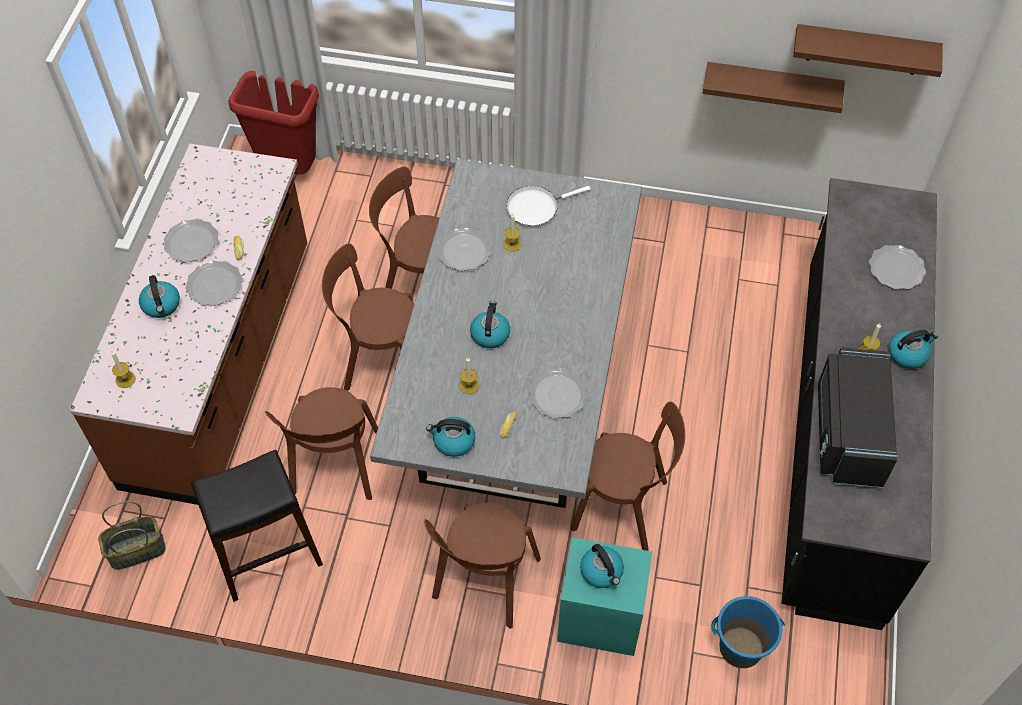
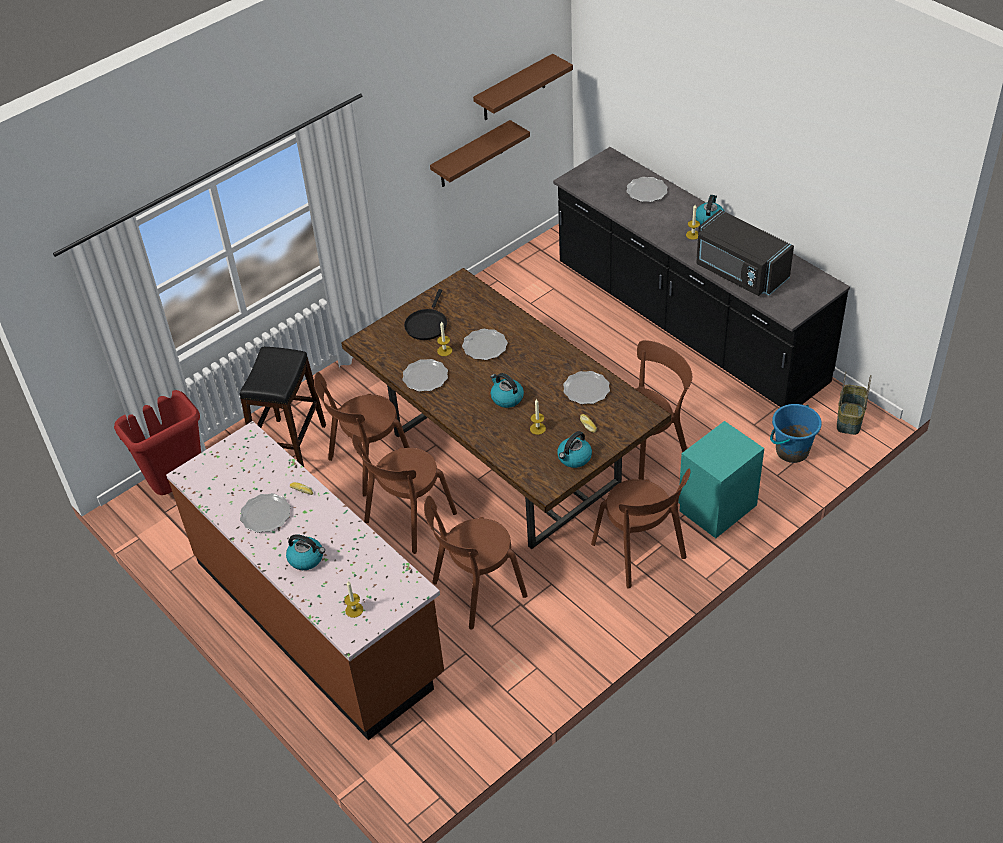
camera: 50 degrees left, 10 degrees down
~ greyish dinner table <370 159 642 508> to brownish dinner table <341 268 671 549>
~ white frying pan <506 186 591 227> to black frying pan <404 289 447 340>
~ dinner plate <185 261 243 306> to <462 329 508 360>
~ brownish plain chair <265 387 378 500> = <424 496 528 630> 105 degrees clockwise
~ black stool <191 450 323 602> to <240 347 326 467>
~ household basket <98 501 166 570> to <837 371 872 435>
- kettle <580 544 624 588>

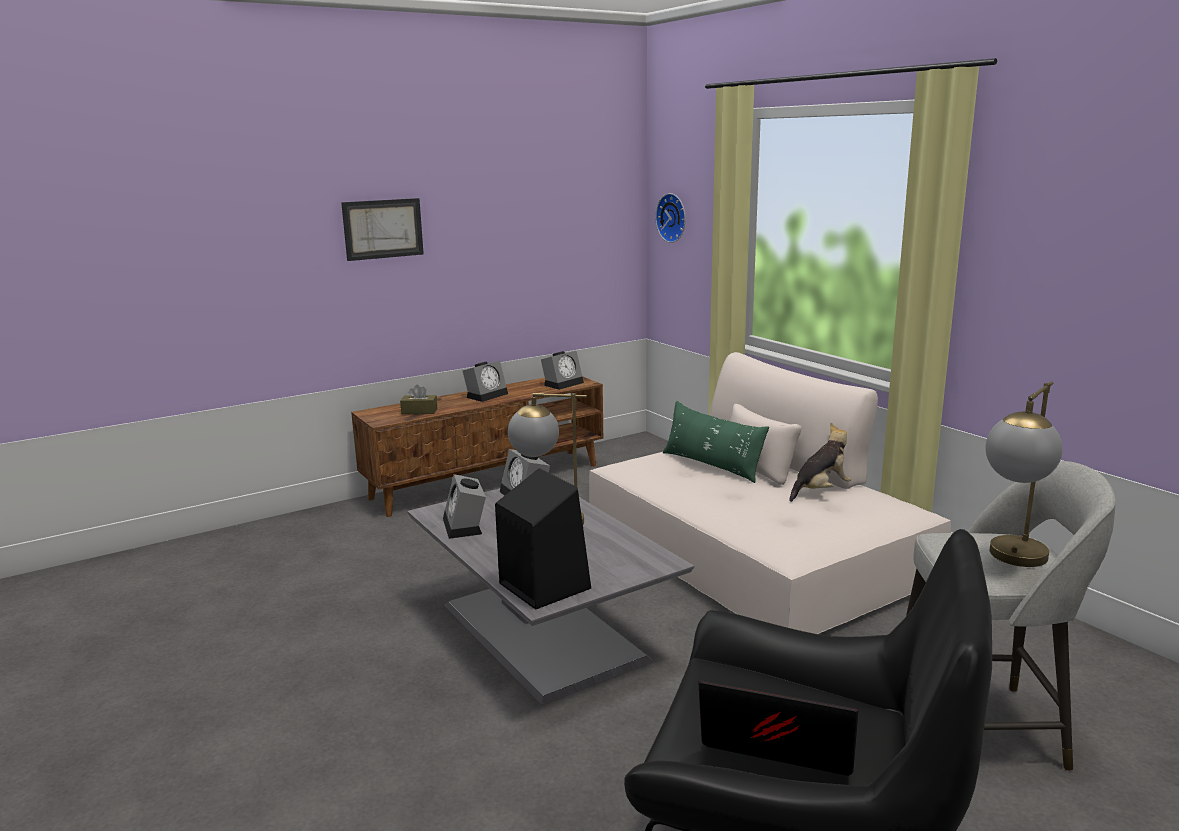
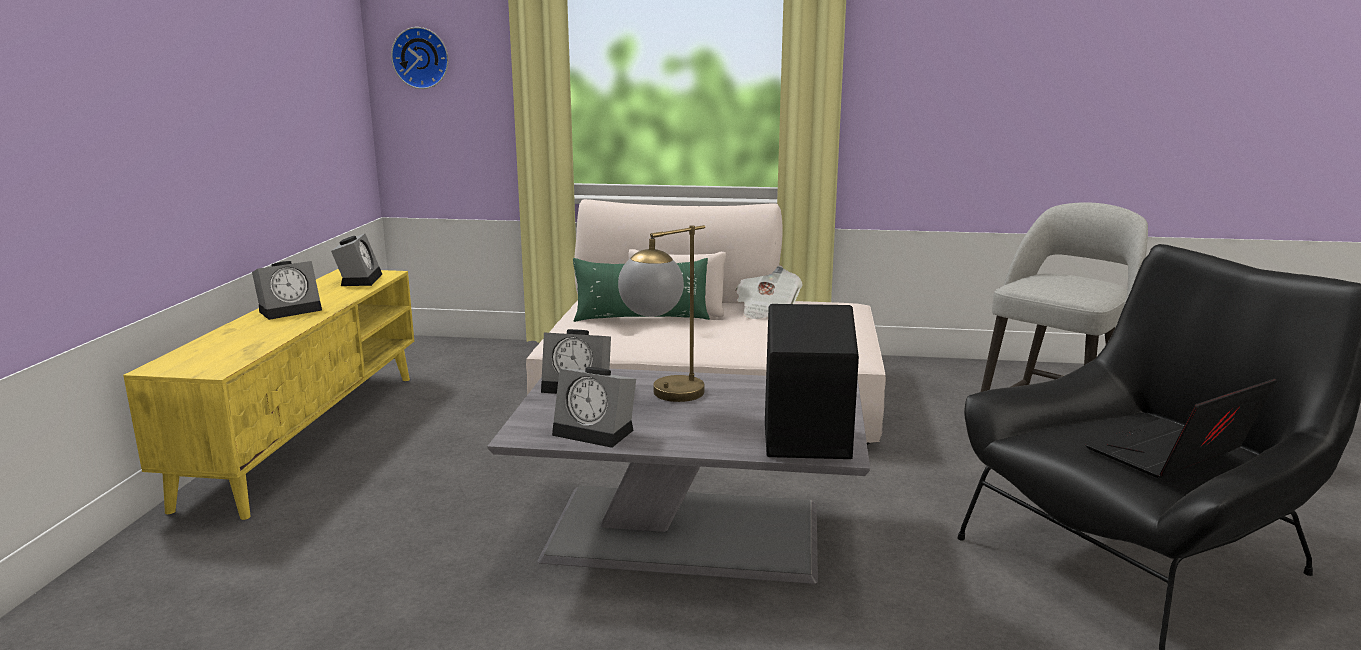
camera: 50 degrees left, 0 degrees up
- wall art <341 198 424 261>
~ table clock <463 361 508 402> = <252 261 322 320> 60 degrees clockwise
~ brownish tv stand <351 376 603 517> to yellow tv stand <123 269 414 520>
- lamp for a table <986 381 1062 567>
- brownish tissue box <400 385 437 414>
~ soft toy <789 423 851 502> to newspaper <736 265 803 319>

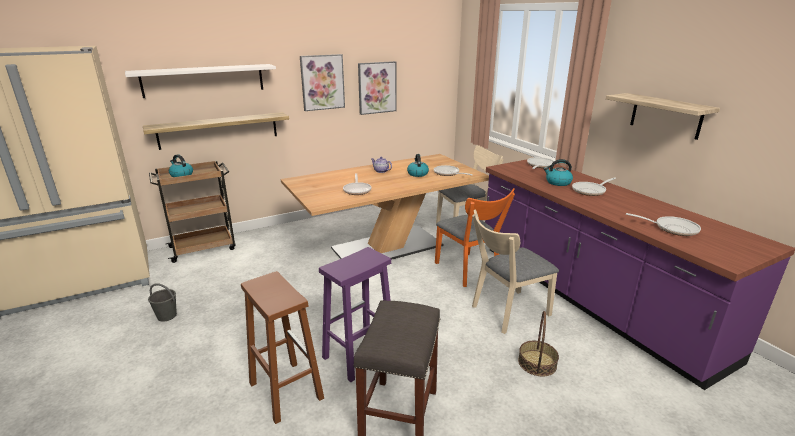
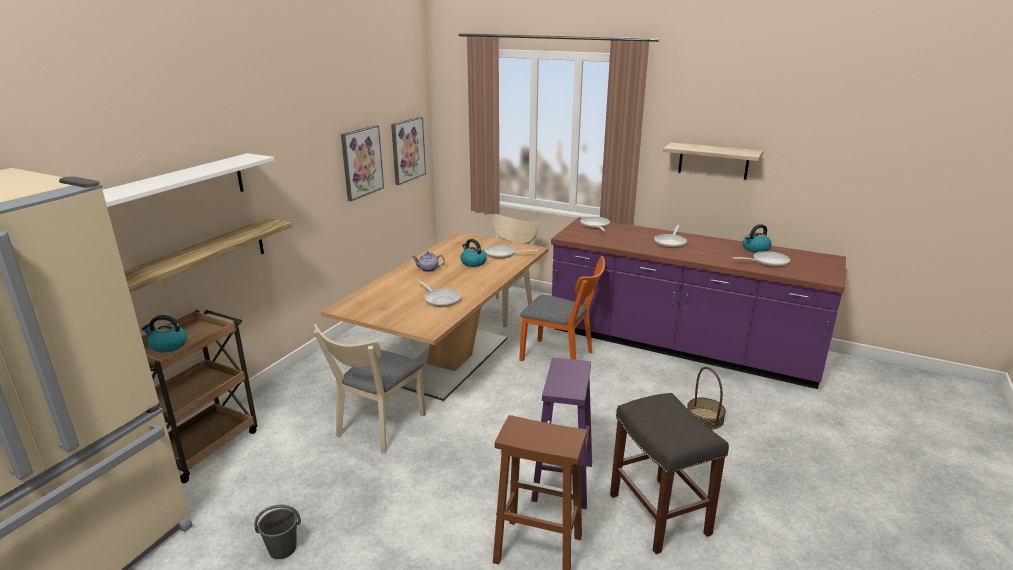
camera: 35 degrees left, 0 degrees up
~ wall art <300 54 345 111> to <391 117 426 185>
~ kettle <544 159 573 186> to <743 224 771 253>
~ beige plain chair <472 209 559 334> to <314 324 426 454>

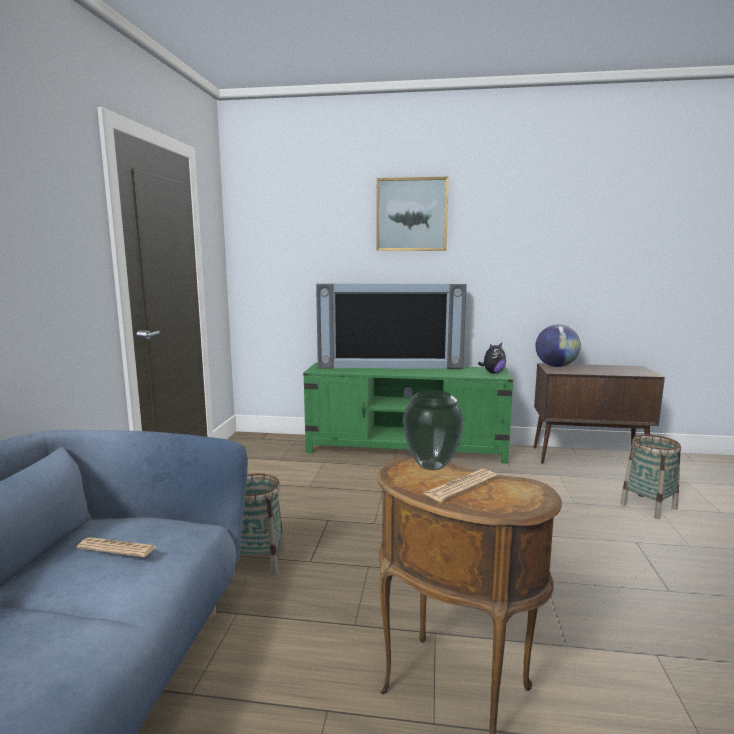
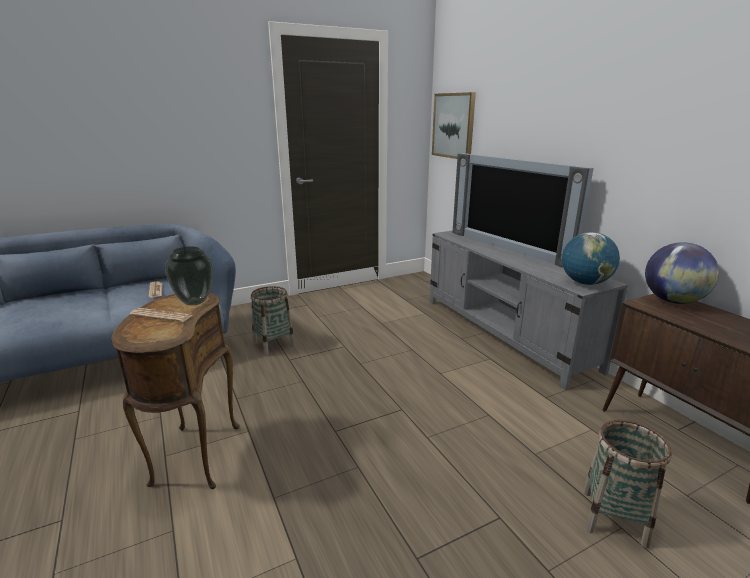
camera: 55 degrees right, 10 degrees up
~ wall art <376 176 449 251> to <432 92 476 159>
~ soft toy <478 343 506 374> to world globe <562 232 620 285>
~ green-coloured tv stand <303 362 513 464> to greyish tv stand <430 231 628 390>

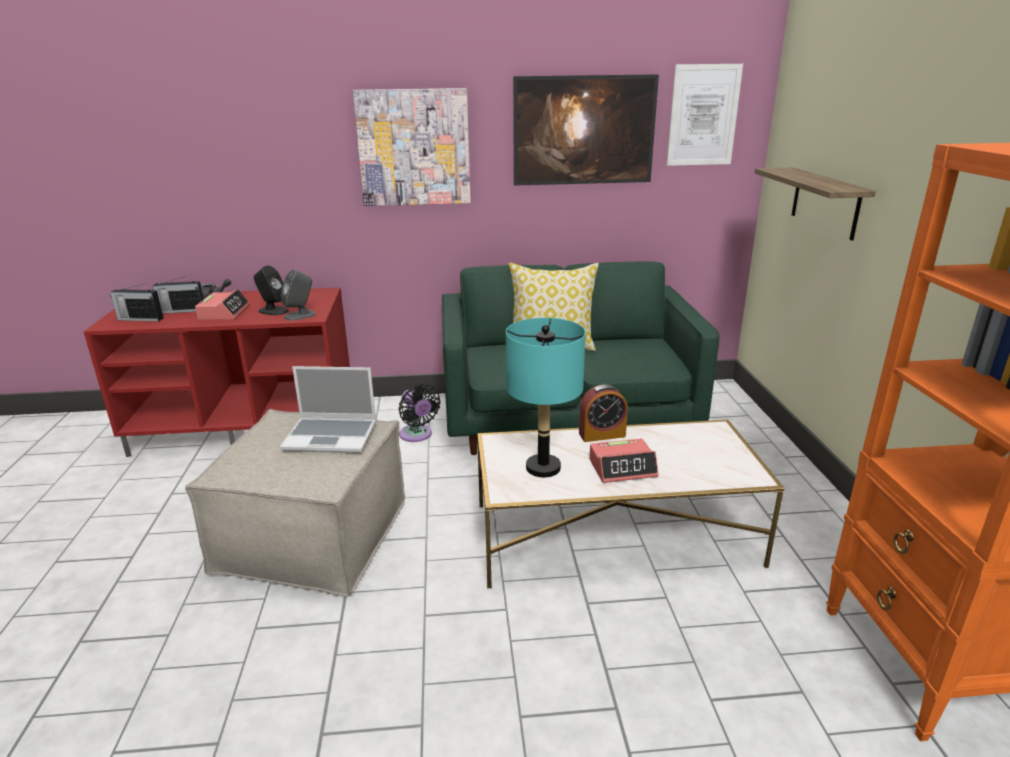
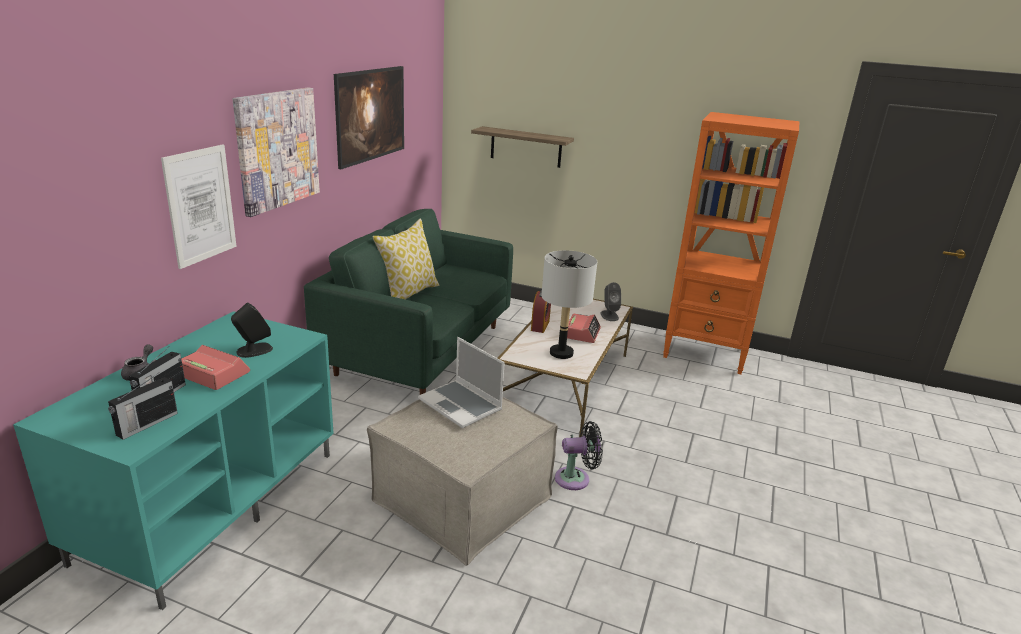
camera: 65 degrees left, 0 degrees up
~ wall art <667 64 743 166> to <161 144 237 269>
~ greyish speaker <281 269 316 321> to <600 282 621 321>
~ reddish tv stand <84 287 350 457> to blue-green tv stand <13 311 334 610>
~ blue-green lamp for a table <506 318 586 477> to greyish lamp for a table <541 250 597 359>
~ portable computer <280 366 377 453> = <418 337 505 428> 105 degrees clockwise
~ black fan <399 384 441 442> to <555 421 603 490>

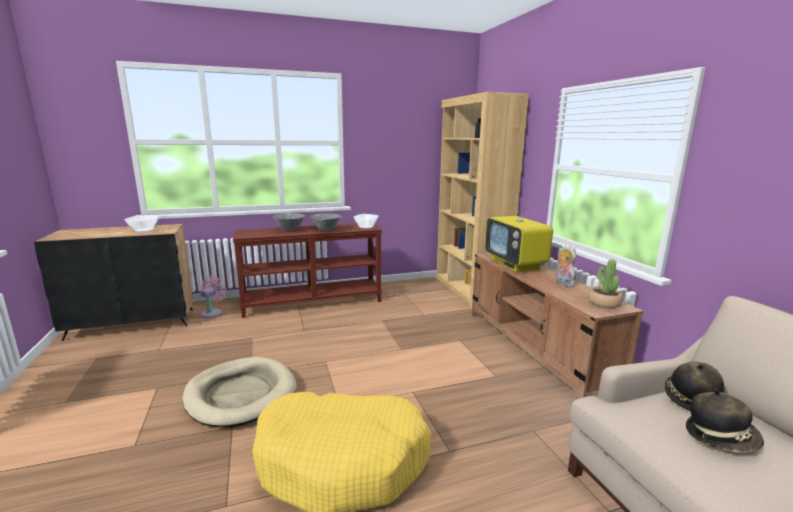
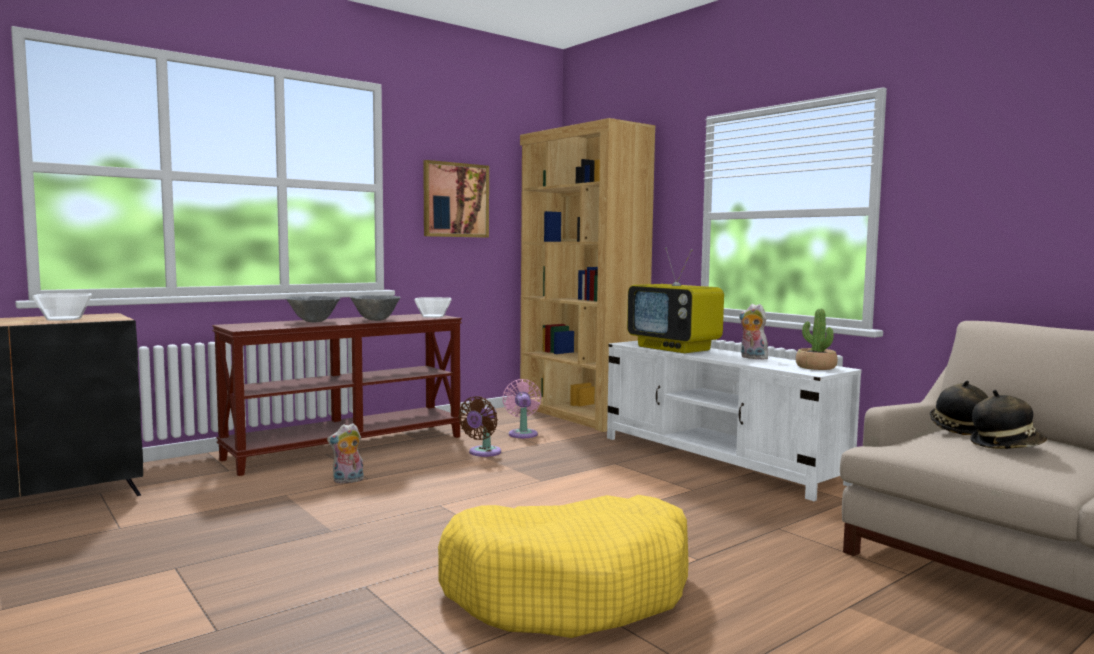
camera: 20 degrees left, 10 degrees down
~ brownish tv stand <472 253 643 400> to white tv stand <607 341 861 501>
~ pinkish fan <200 276 226 318> to <503 379 542 438>
- beige dog cushion <182 357 297 427>
+ wall art <423 160 489 238>
+ brownish fan <458 396 501 457>
+ soft toy <327 423 364 484>

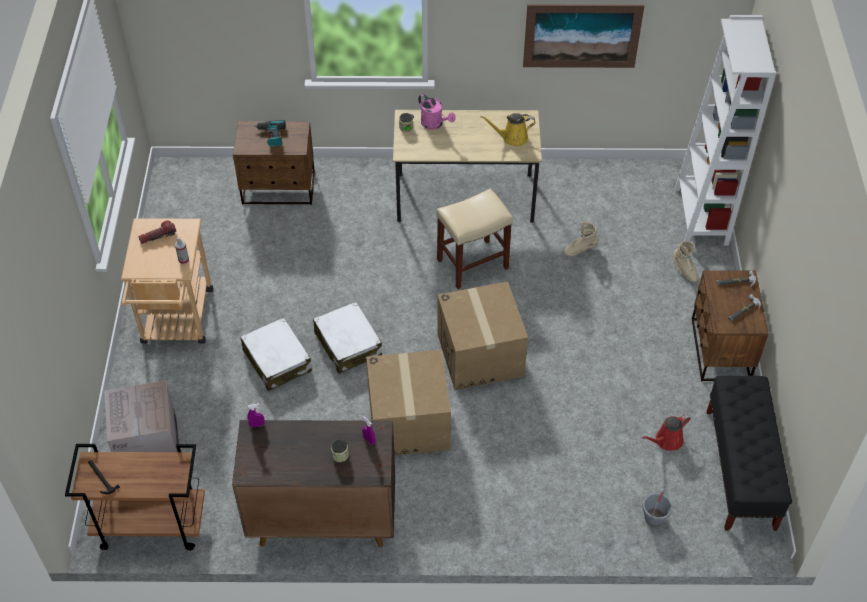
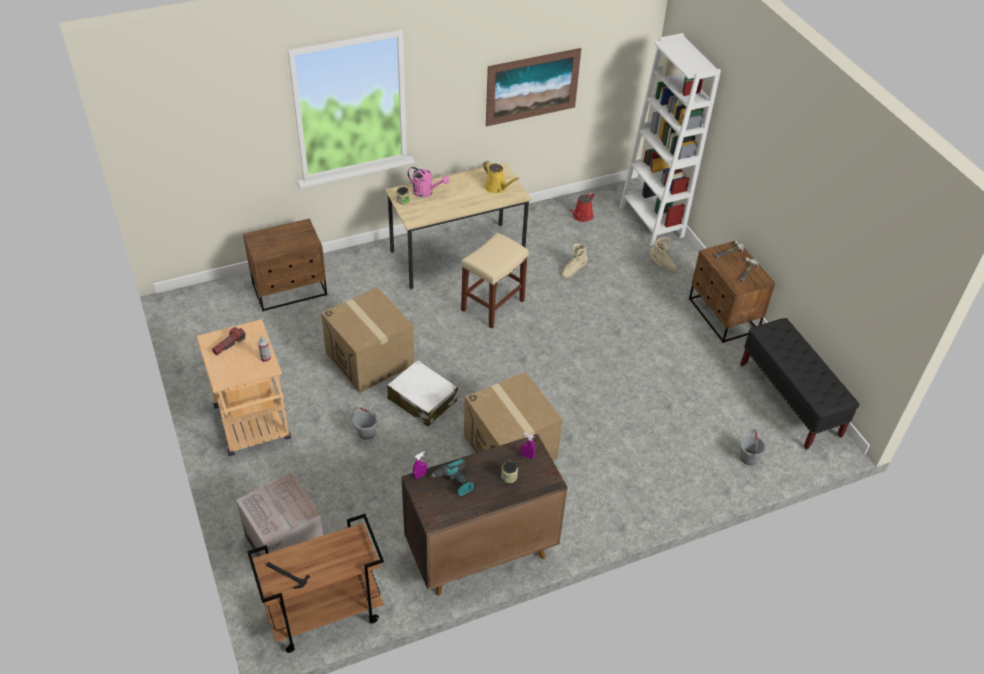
camera: 25 degrees left, 5 degrees down
~ yellow watering pot <480 113 535 146> = <483 161 519 193> 105 degrees counterclockwise
~ power drill <254 120 286 147> to <430 458 474 496>
~ packing box <437 281 528 390> to <321 287 414 393>
~ white travel case <240 317 312 391> to greyish pail <353 407 379 439>
~ reddish watering pot <642 414 690 451> to <569 192 594 222>

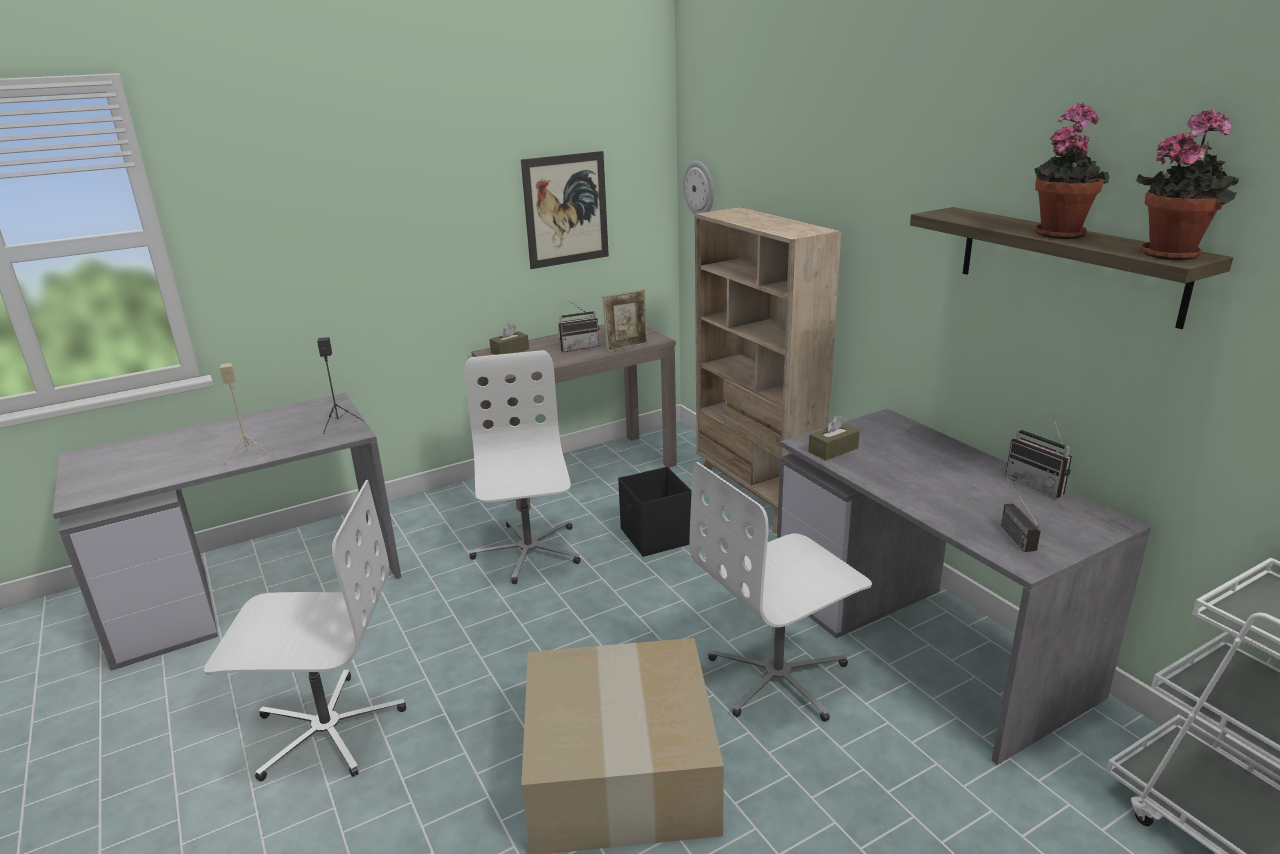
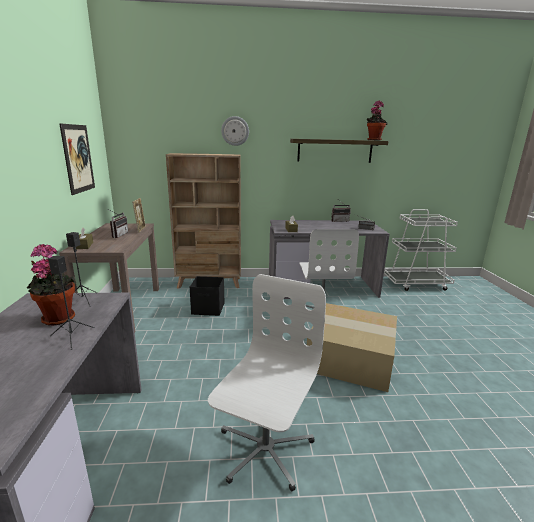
camera: 65 degrees left, 5 degrees down
~ potted plant <1035 103 1109 239> to <26 244 77 326>
~ hanging clock <683 161 714 214> to <221 116 249 146>
- white desk chair <464 350 581 584>
~ beige speaker <219 363 273 465> to black speaker <48 256 95 350>

